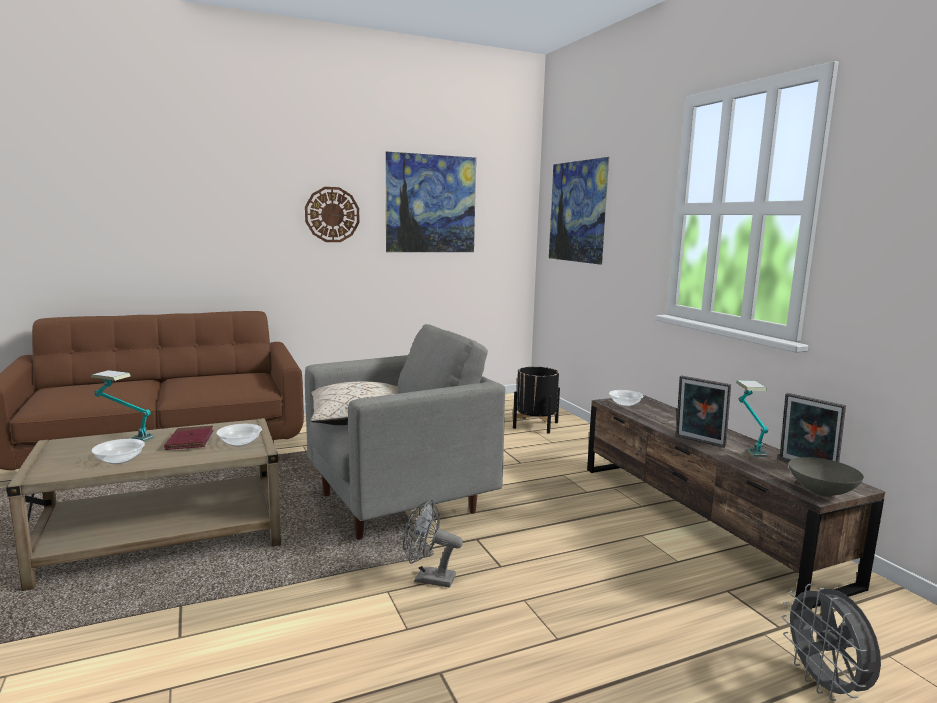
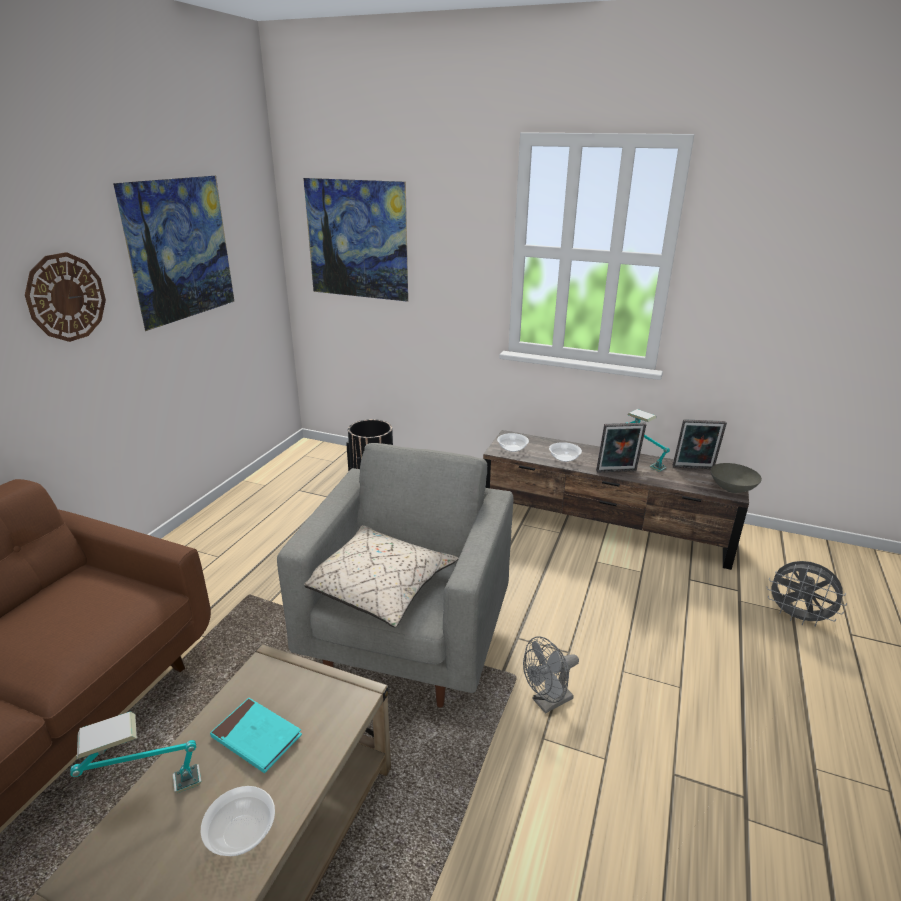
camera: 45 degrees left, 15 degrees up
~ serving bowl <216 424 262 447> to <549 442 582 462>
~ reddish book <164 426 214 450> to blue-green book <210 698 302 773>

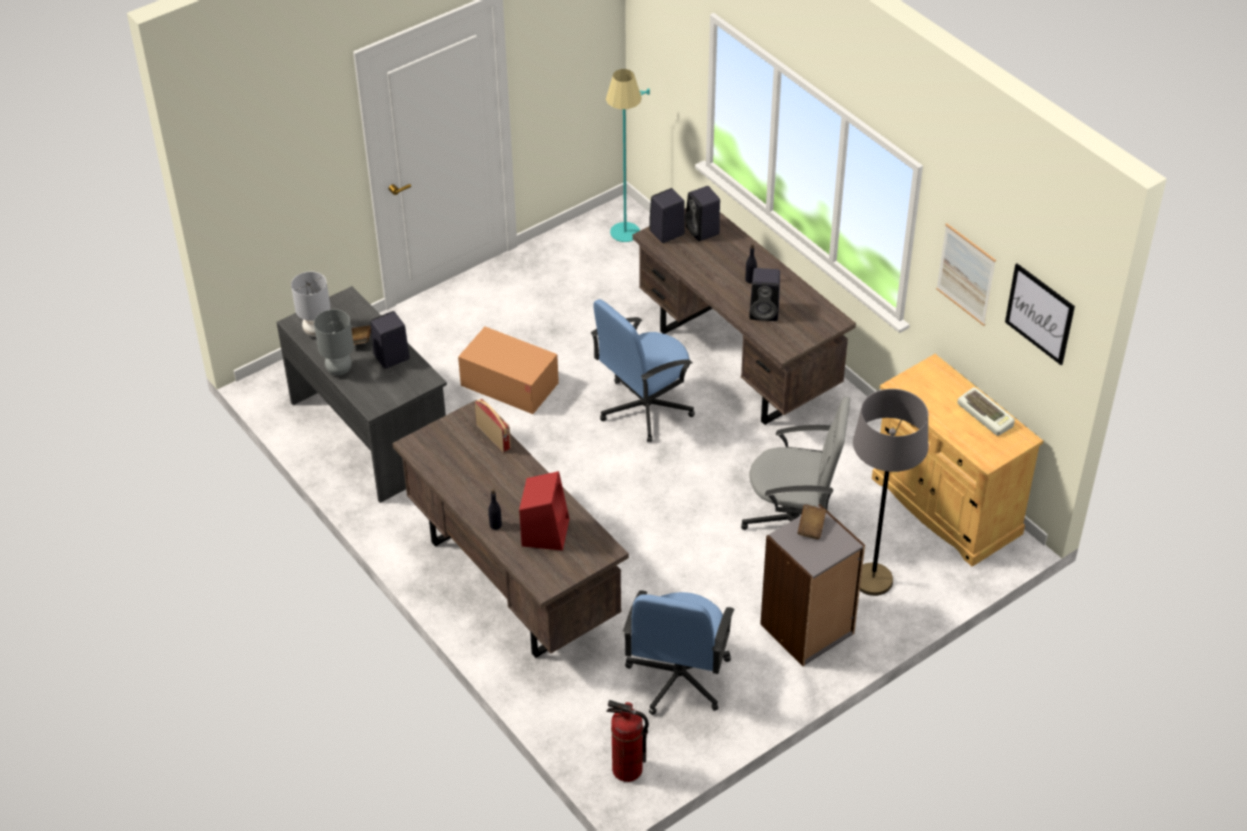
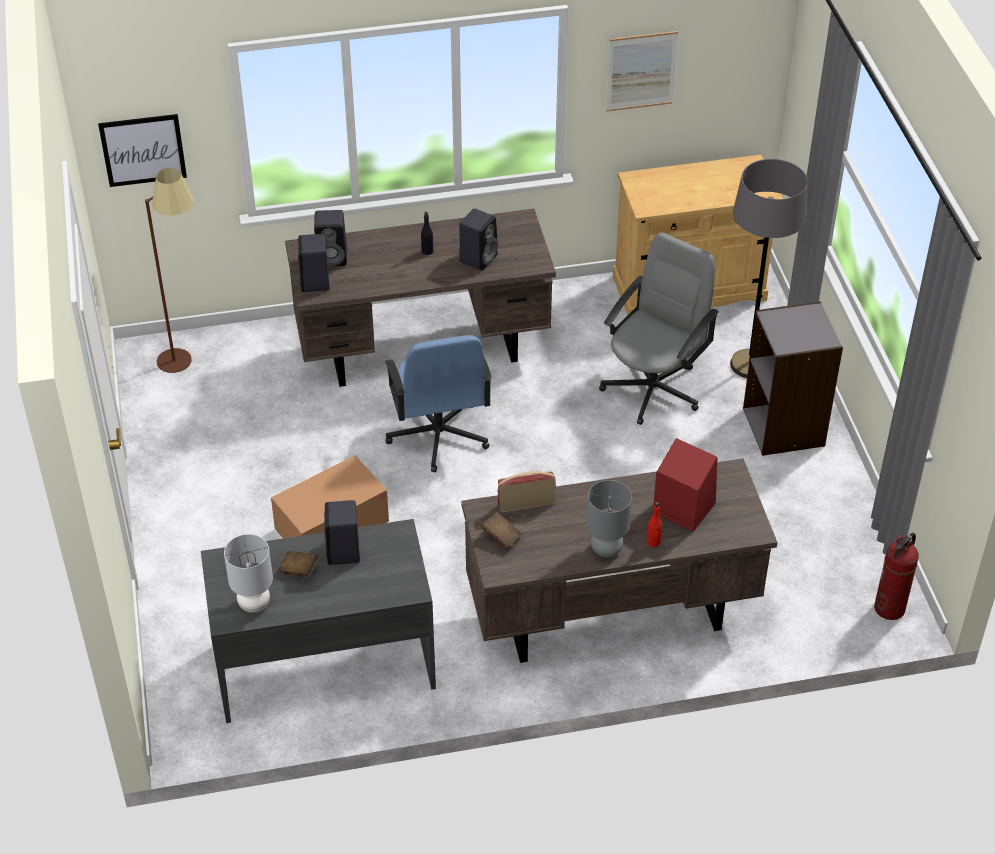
camera: 65 degrees left, 0 degrees up
~ blue-green standard lamp <606 69 650 242> to brownish standard lamp <145 168 194 373>
~ wall art <1005 264 1075 365> to <98 114 187 187>
~ greyish lamp for a table <314 309 354 375> to <587 480 632 557>
- PC keyboard <957 387 1015 436>
~ black beverage bottle <488 489 502 530> to reddish beverage bottle <647 502 662 547>
~ brownish book <797 504 826 539> to <481 512 522 550>
- blue-coloured desk chair <623 590 735 715>

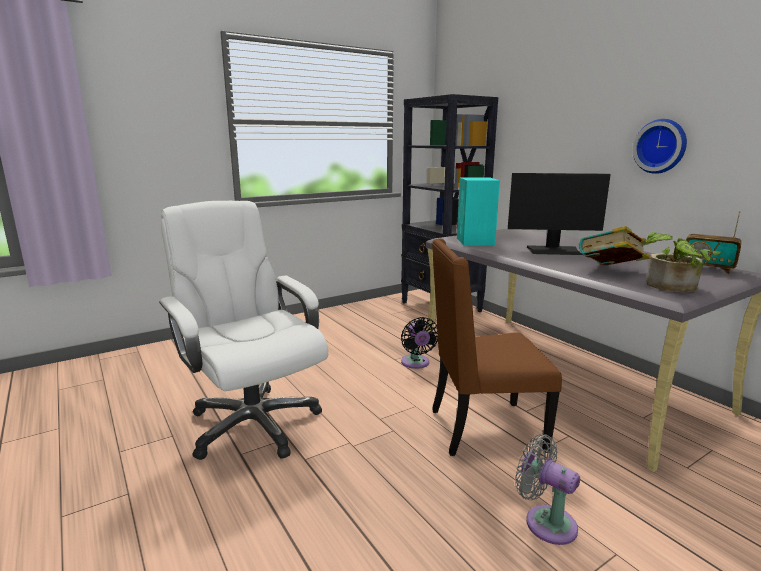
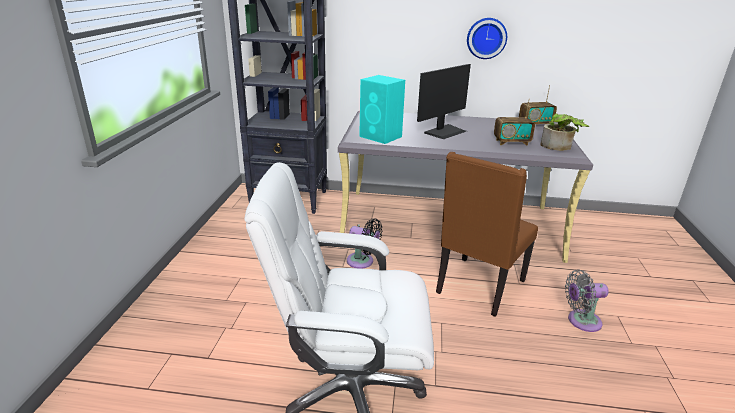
camera: 50 degrees left, 10 degrees up
~ book <579 226 651 266> to radio <494 99 535 145>

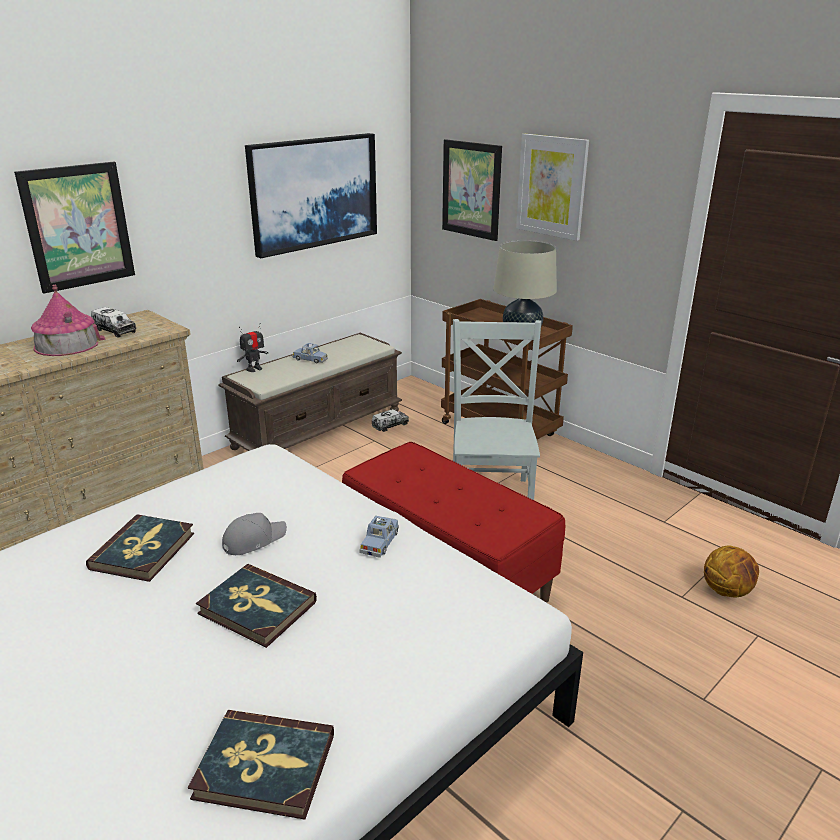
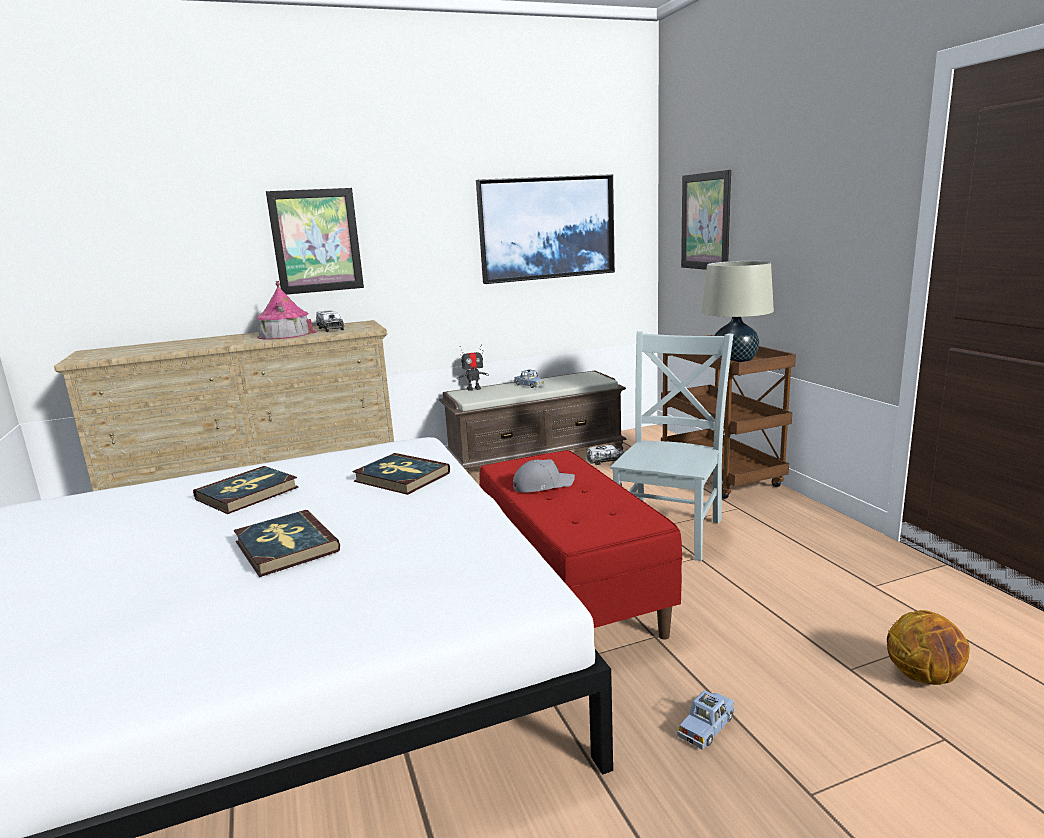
camera: 25 degrees right, 10 degrees down
- wall art <516 134 589 241>
~ greyish baseball cap <222 513 287 555> to <513 459 575 493>
~ blue-coloured model car <359 516 399 558> to <677 690 735 750>
~ book <188 710 334 820> to <352 453 450 495>

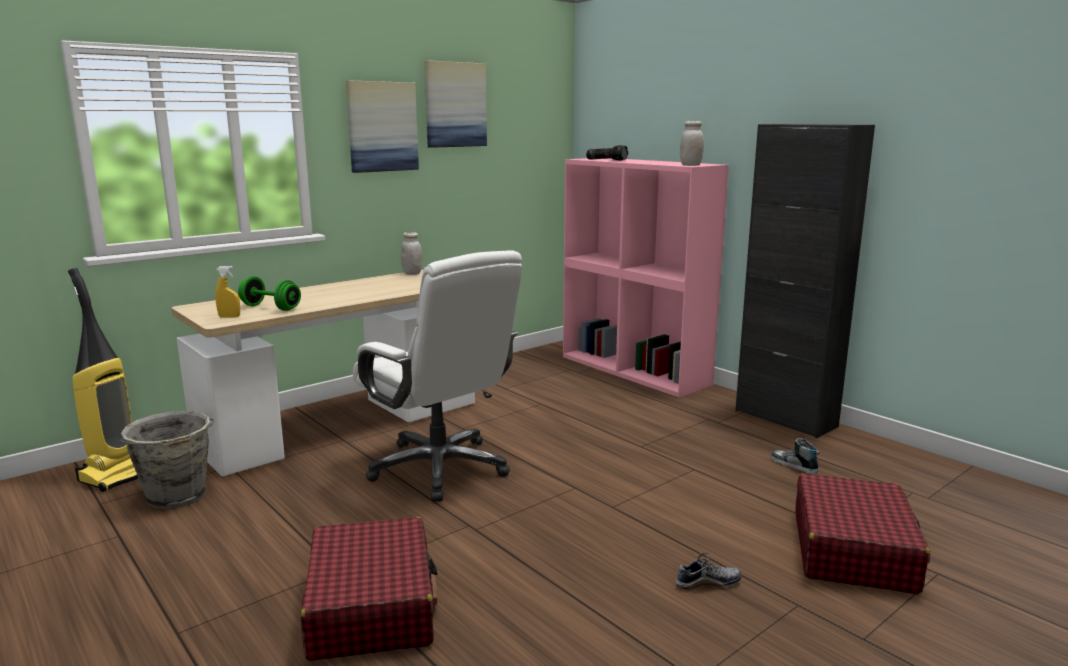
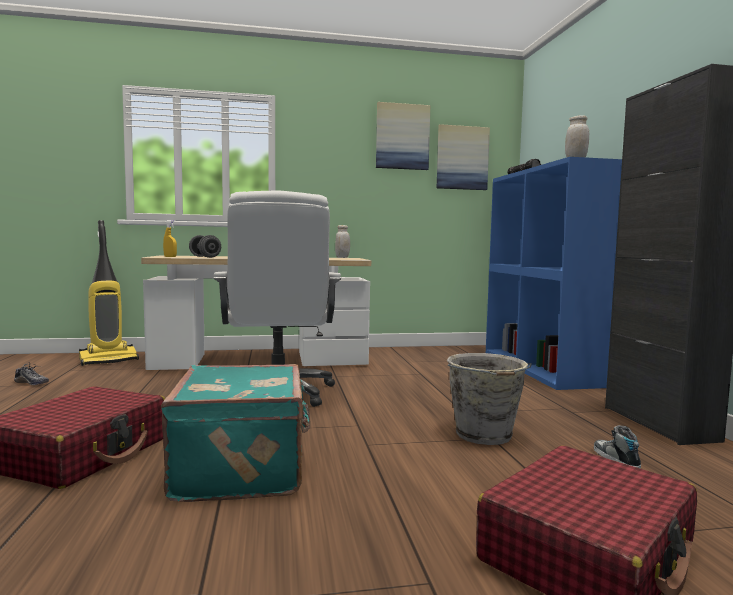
camera: 30 degrees right, 10 degrees down
~ wall art <346 80 419 173> to <437 124 490 190>
~ pinkish shelving unit <563 158 729 397> to blue-coloured shelving unit <486 157 622 390>
~ green-coloured dumbbell <238 276 301 311> to greyish dumbbell <189 235 221 258>
~ greyish pail <119 411 214 509> to <447 353 532 445>
~ shoe <676 552 741 590> to <14 364 49 385>
+ blue-green travel case <161 364 310 502>

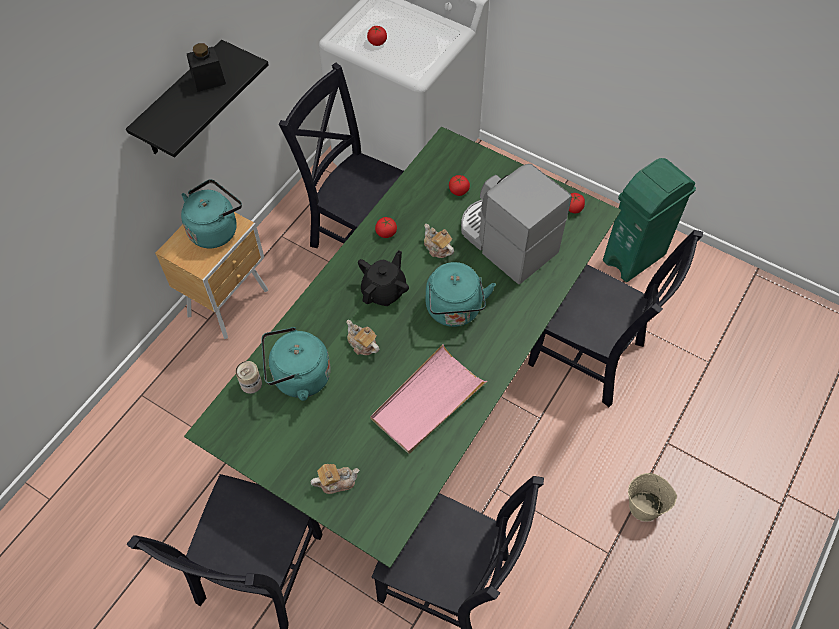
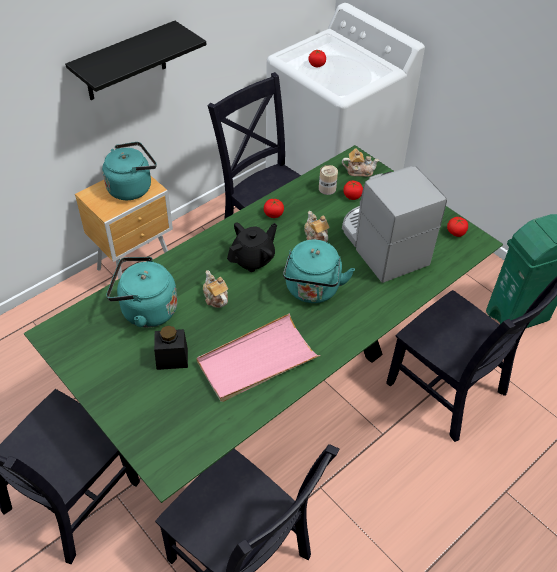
camera: 15 degrees right, 10 degrees down
~ black jar <187 43 226 92> to <154 326 188 370>
~ metal can <236 361 262 394> to <319 165 338 195>
~ pot for tea <311 464 359 494> to <342 148 379 177>
- beige pail <628 473 677 521>

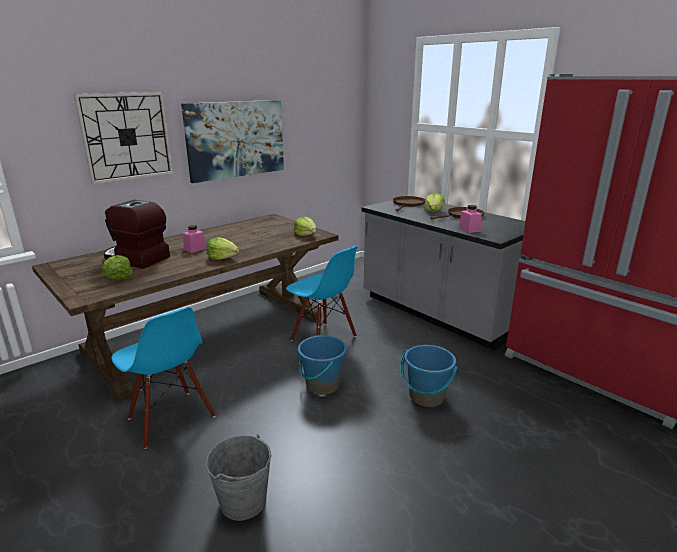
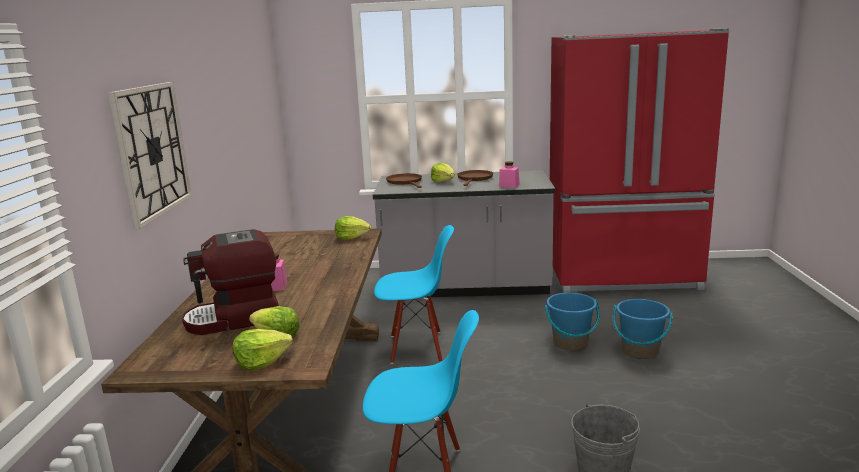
camera: 45 degrees left, 5 degrees down
- wall art <181 100 284 183>
~ lettuce <207 237 240 260> to <232 329 293 371>
~ blue-coloured pail <298 335 347 395> to <613 299 673 359>

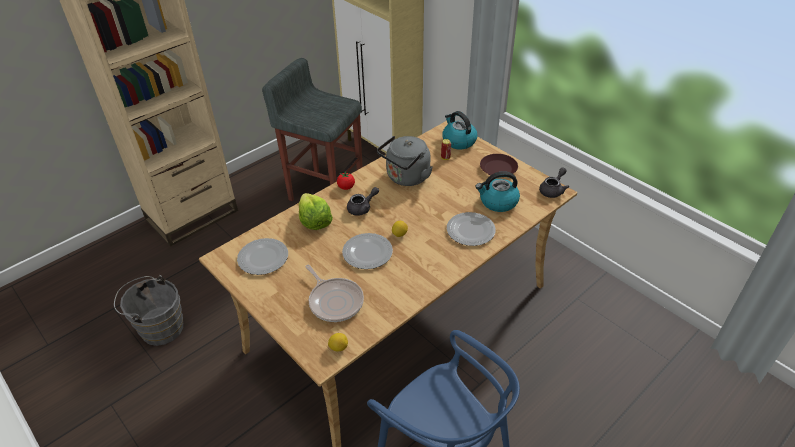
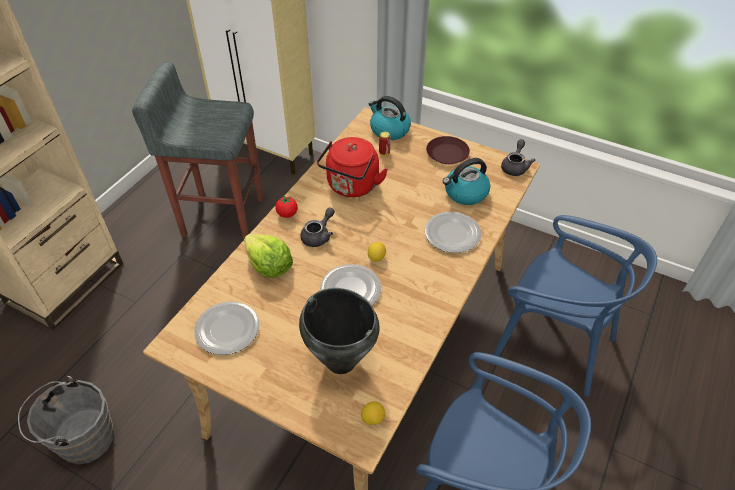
camera: 20 degrees left, 5 degrees up
~ greyish kettle <377 136 433 186> to reddish kettle <317 137 388 197>
~ frying pan <305 265 364 322> to black saucepot <299 288 380 374>
+ blue-coloured plain chair <492 215 657 397>

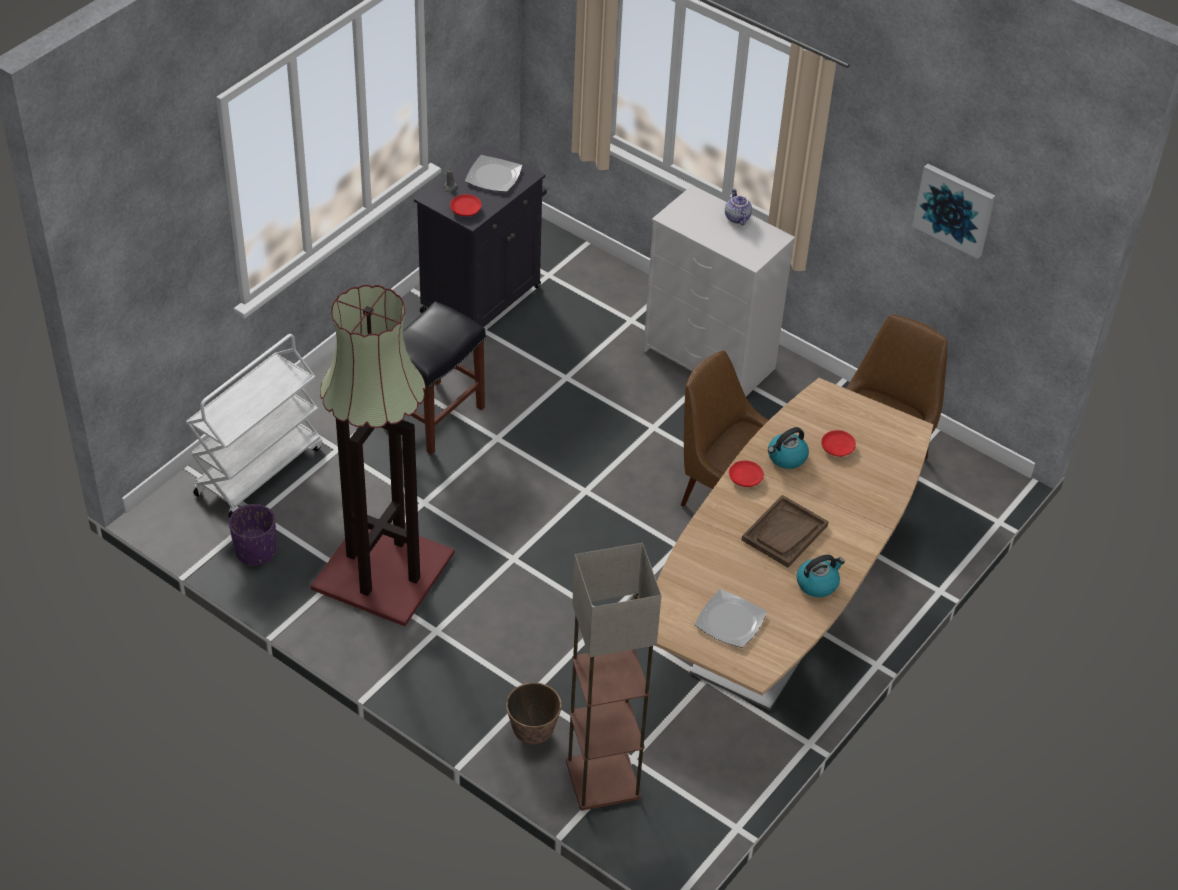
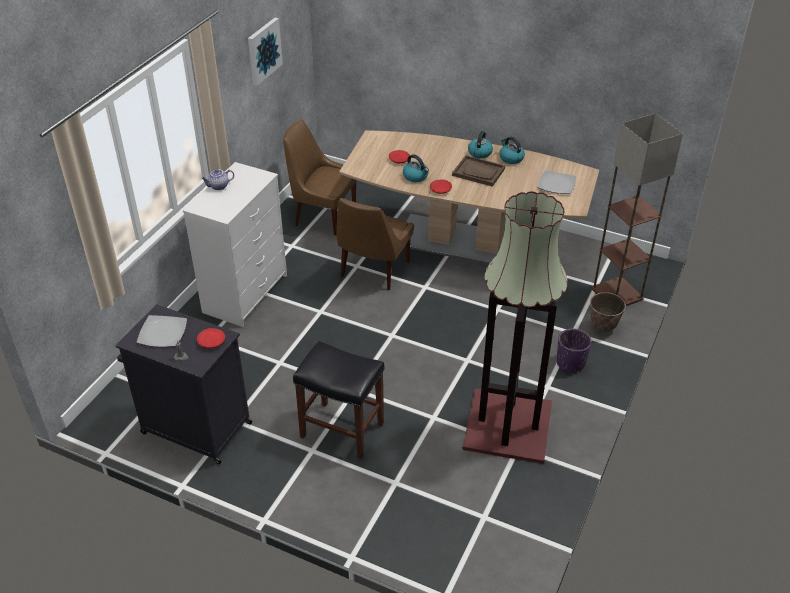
camera: 100 degrees left, 5 degrees down
- white wheeled cart <186 334 322 518>
~ purple flower pot <229 504 276 566> to <557 329 592 373>
+ kettle <468 131 493 159>

